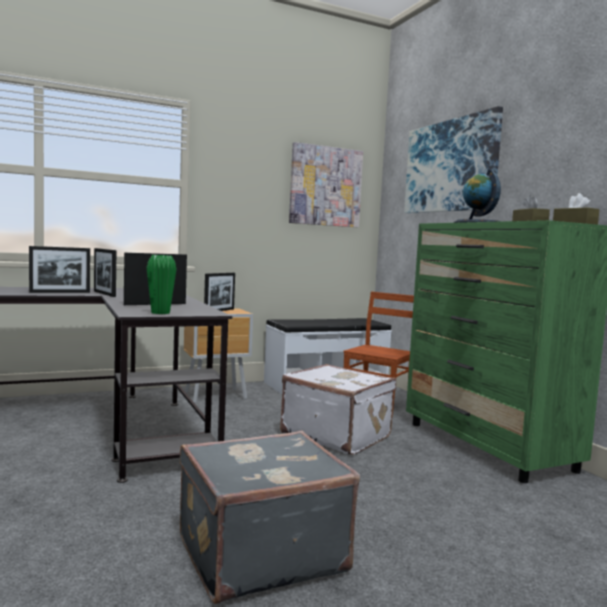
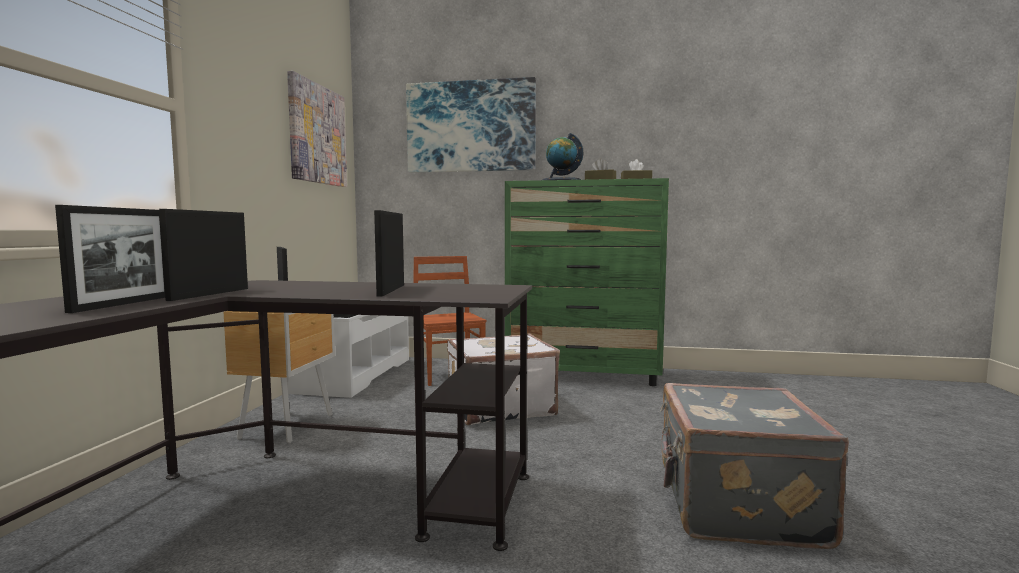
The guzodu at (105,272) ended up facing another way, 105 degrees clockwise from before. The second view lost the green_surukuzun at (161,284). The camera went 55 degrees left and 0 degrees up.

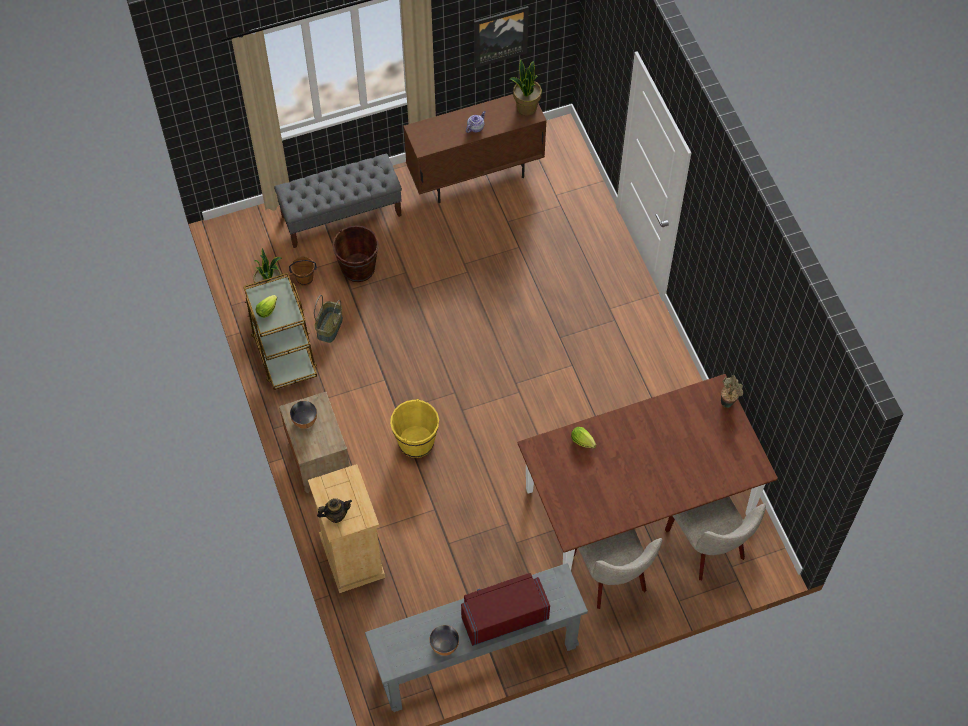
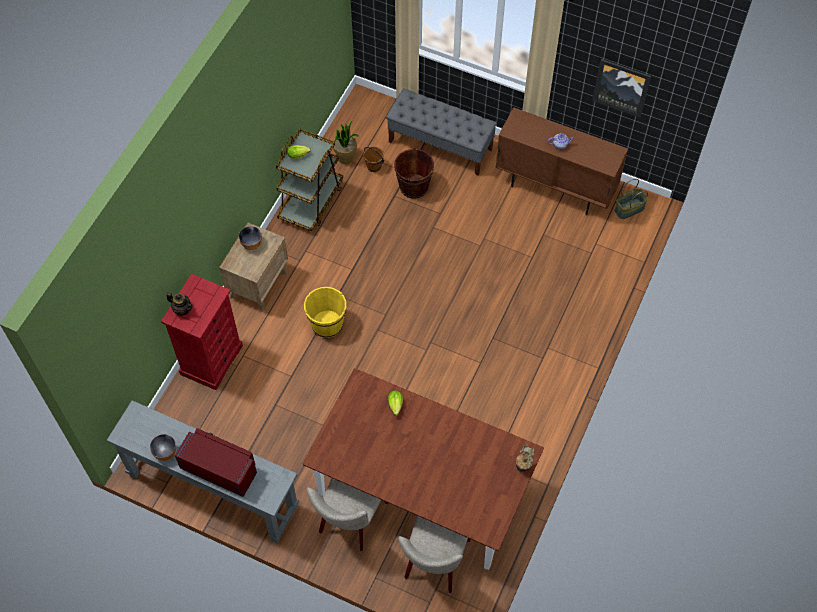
What was the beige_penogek at (346,528) turned into the red_penogek at (202,332). The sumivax ended up elsewhere, having gone from (328,319) to (631,199). The second view lost the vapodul at (526,87). The camera went 45 degrees right and 0 degrees up.

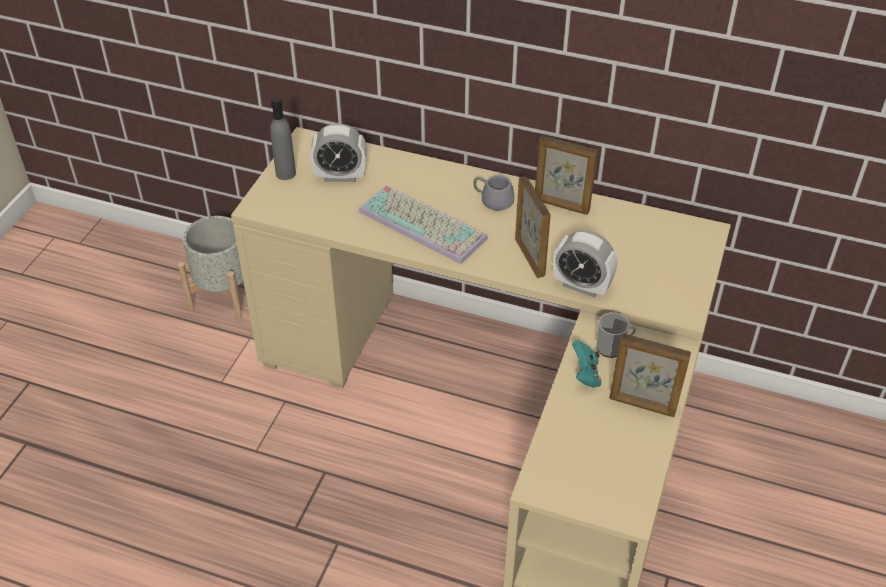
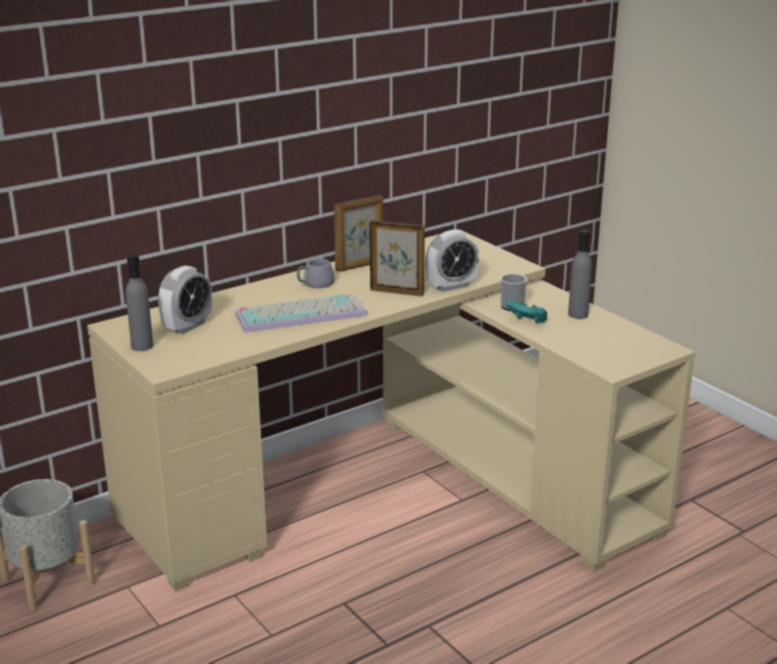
Where the guzodu stood at (650,375), the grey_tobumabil came to stand at (580,274). The camera went 55 degrees left and 20 degrees down.

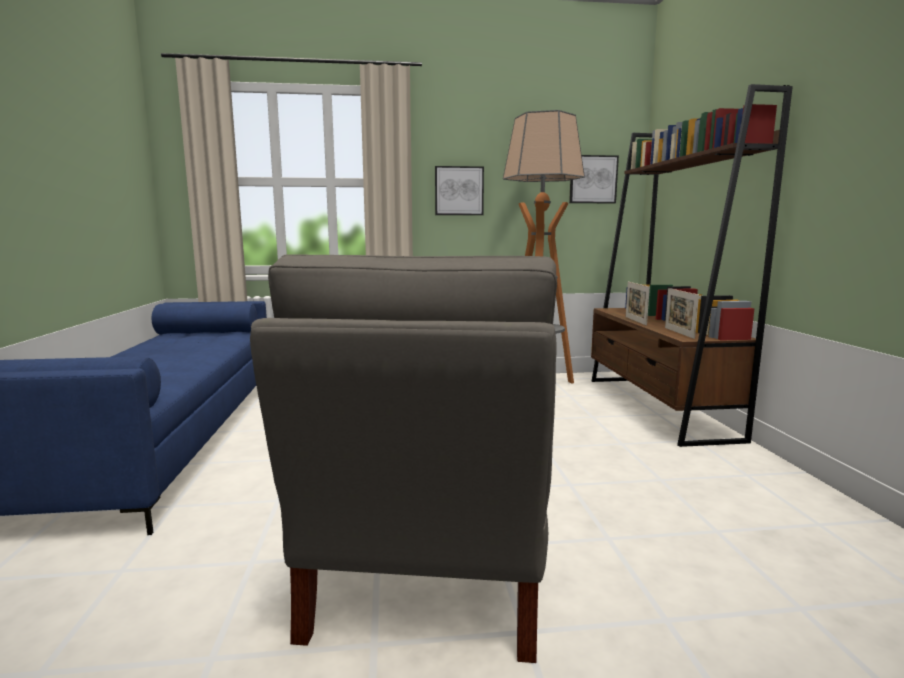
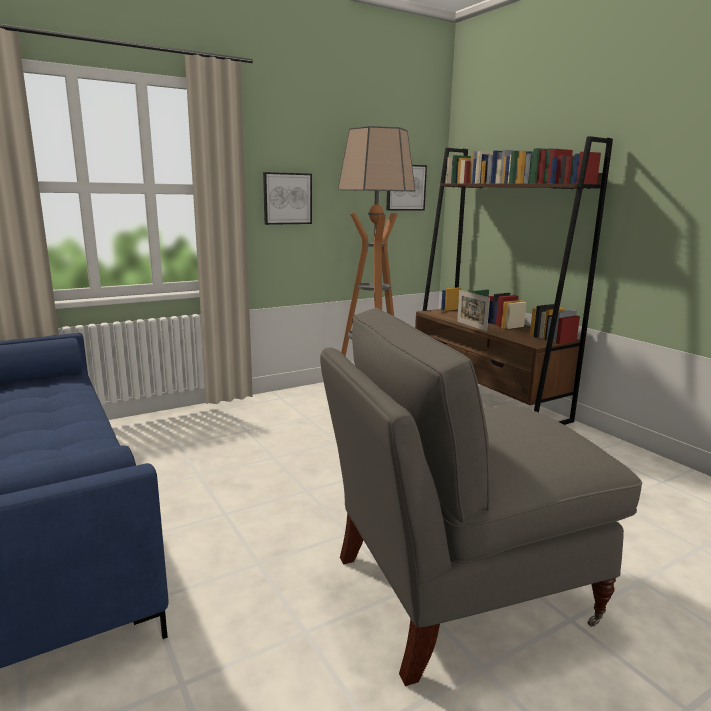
The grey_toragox at (403,458) ended up facing another way, 90 degrees clockwise from before. The second view lost the guzodu at (682,313). The camera went 25 degrees left and 5 degrees up.

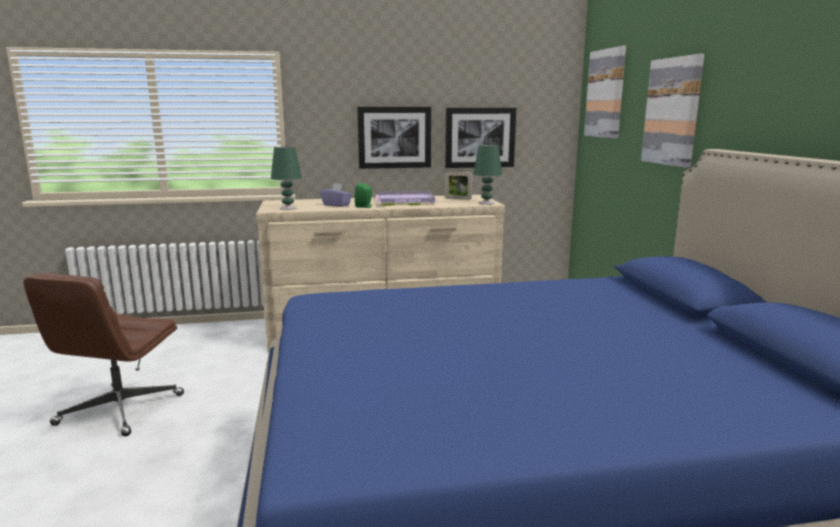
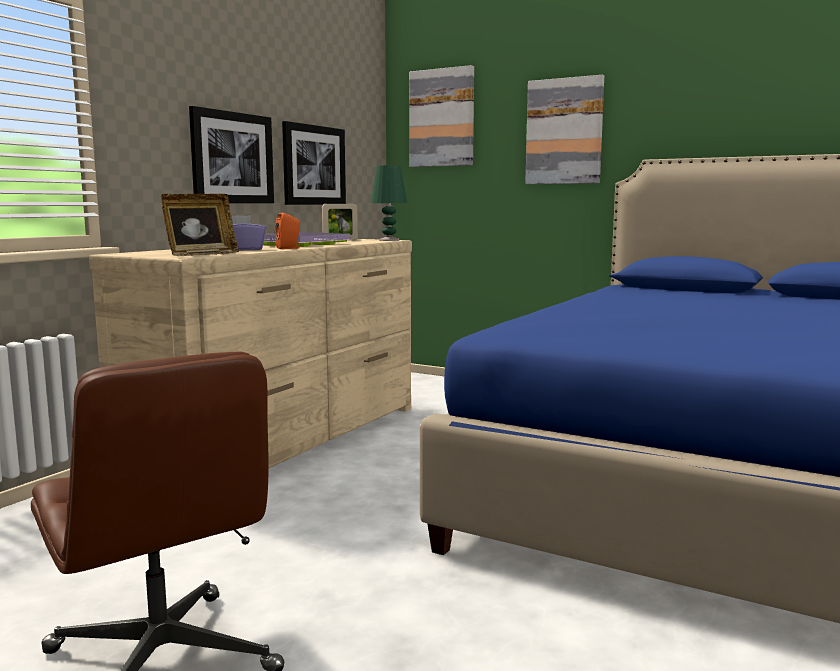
Where the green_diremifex stood at (286,178), the guzodu came to stand at (200,225). What was the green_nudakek at (364,195) turned into the orange_nudakek at (288,231). The camera went 50 degrees left and 5 degrees down.

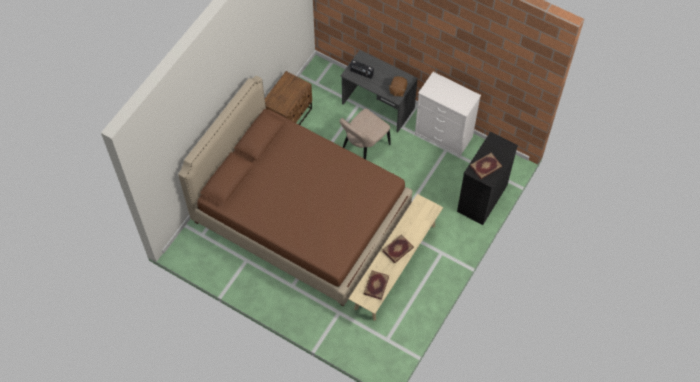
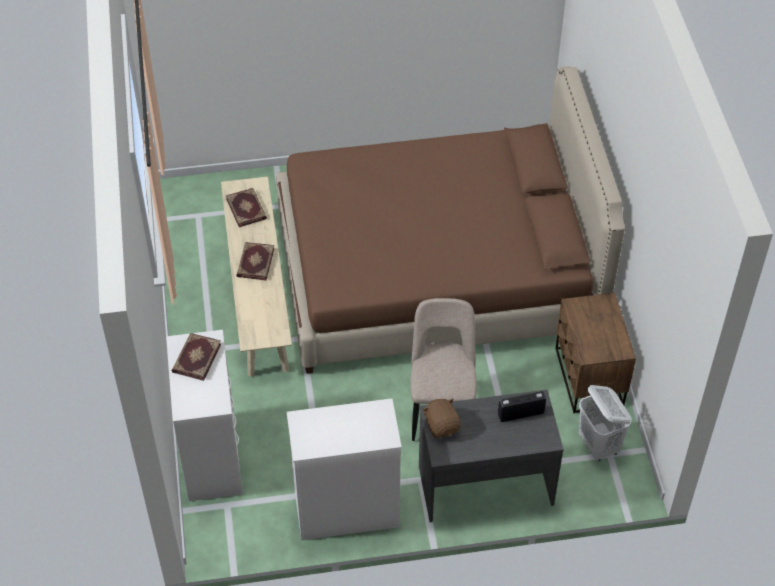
What was the black_penogek at (487,178) turned into the white_penogek at (204,415). The second view gained the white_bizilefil at (605,423). The camera went 140 degrees right and 10 degrees down.

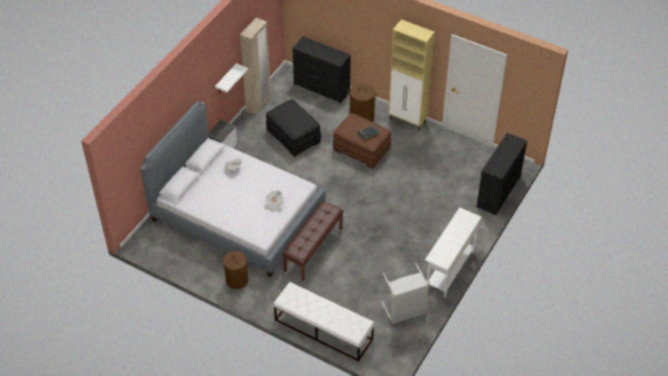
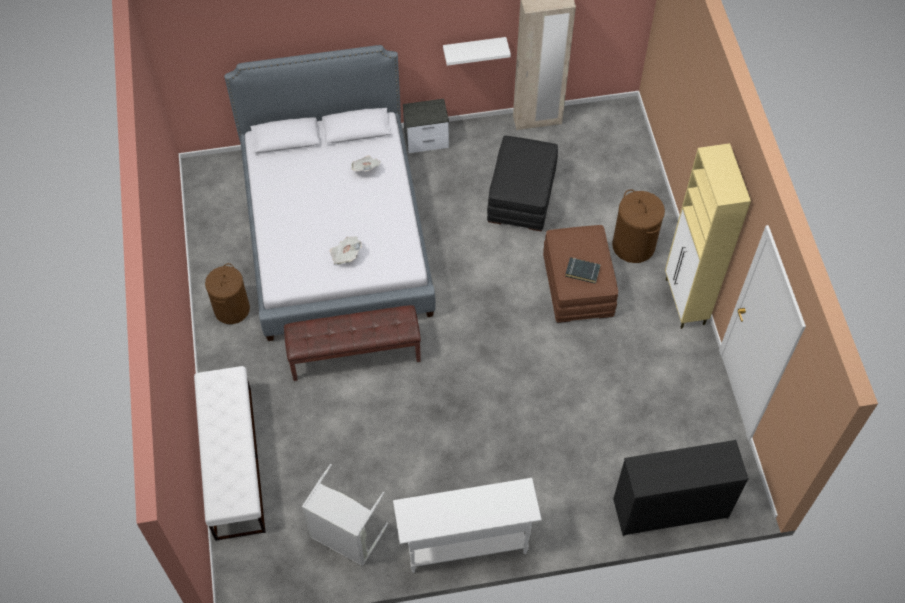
The second view lost the black_penogek at (321,70). The camera went 50 degrees right and 10 degrees up.

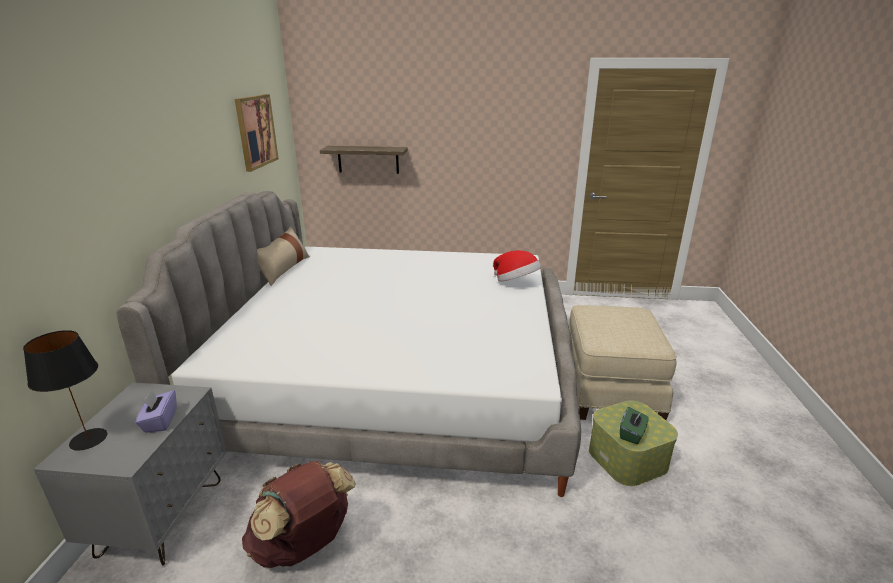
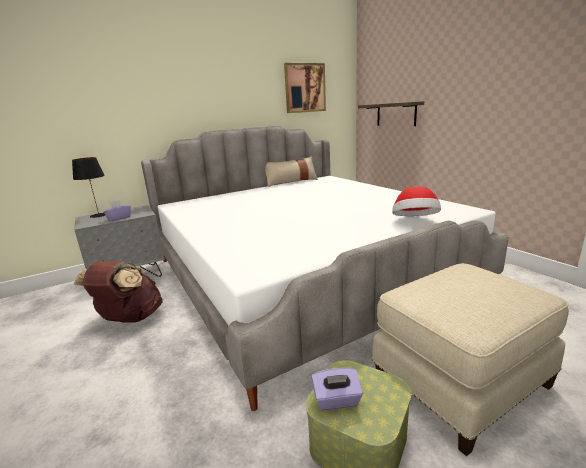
What was the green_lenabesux at (634,425) turned into the purple_lenabesux at (337,389). The camera went 55 degrees right and 5 degrees down.

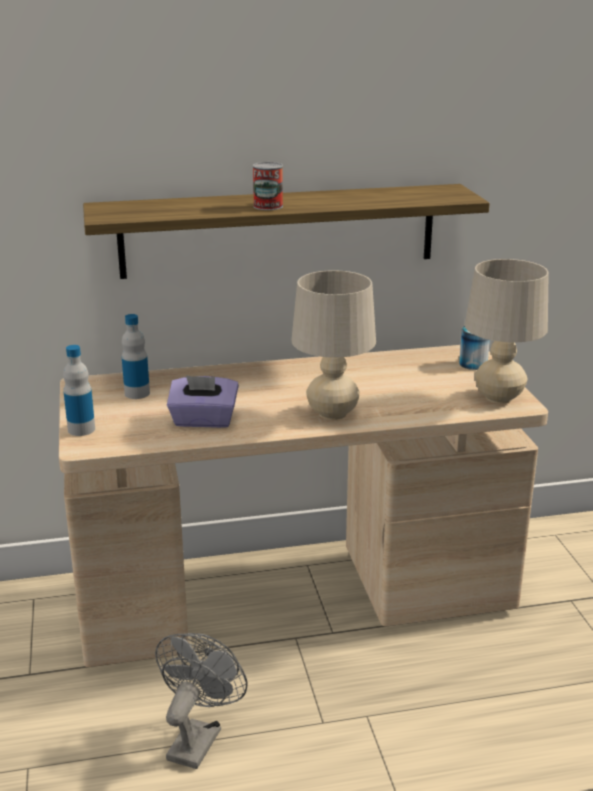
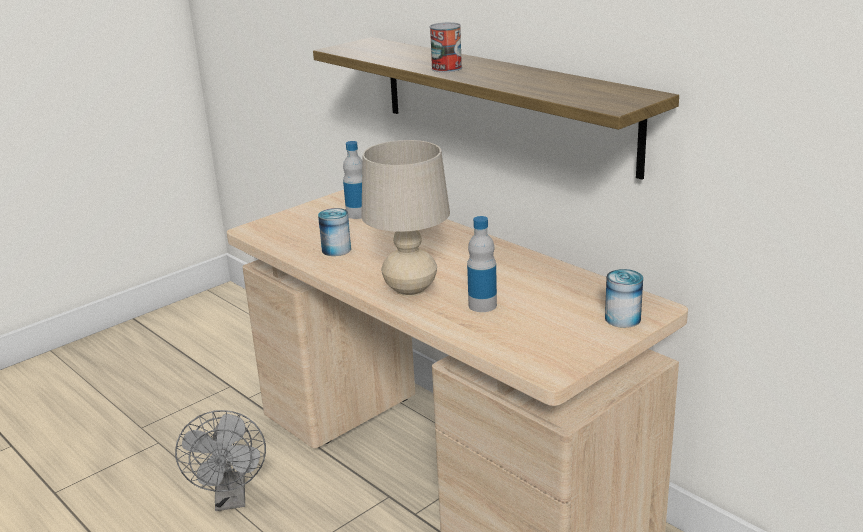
The tobumabil ended up elsewhere, having gone from (79,390) to (482,264). The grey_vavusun at (201,701) ended up facing another way, 90 degrees clockwise from before. Where the purple_lenabesux stood at (203,401), the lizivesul came to stand at (334,232). The second view lost the beige_diremifex at (507,331). The camera went 60 degrees right and 0 degrees up.

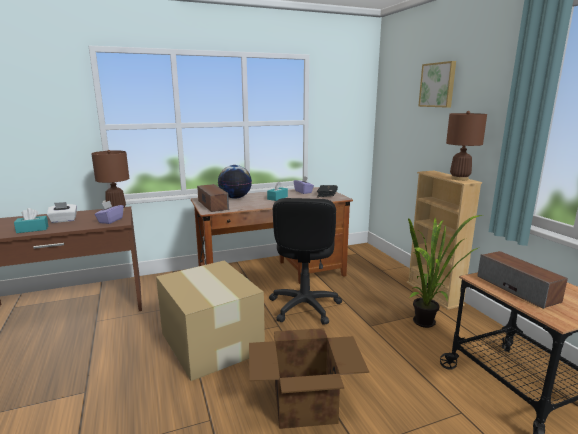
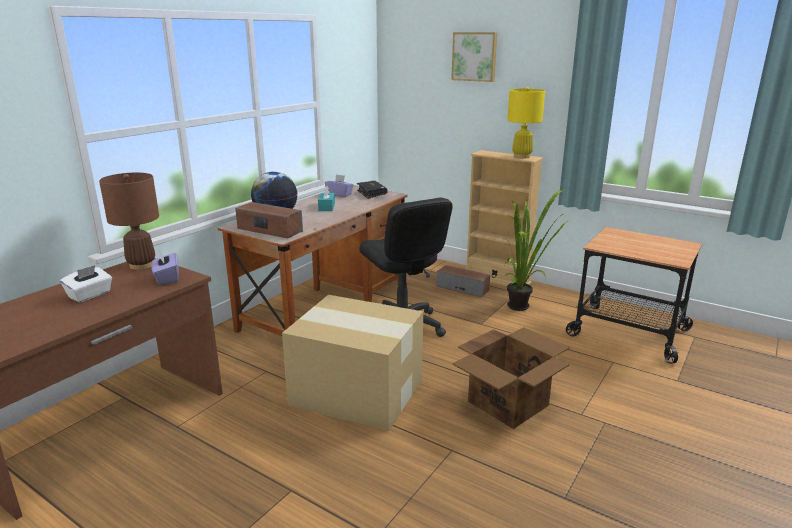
The second view lost the turquoise_lenabesux at (31,220). What was the brown_diremifex at (466,146) turned into the yellow_diremifex at (526,123). The nudakek ended up elsewhere, having gone from (522,280) to (463,281). The camera went 35 degrees left and 5 degrees up.

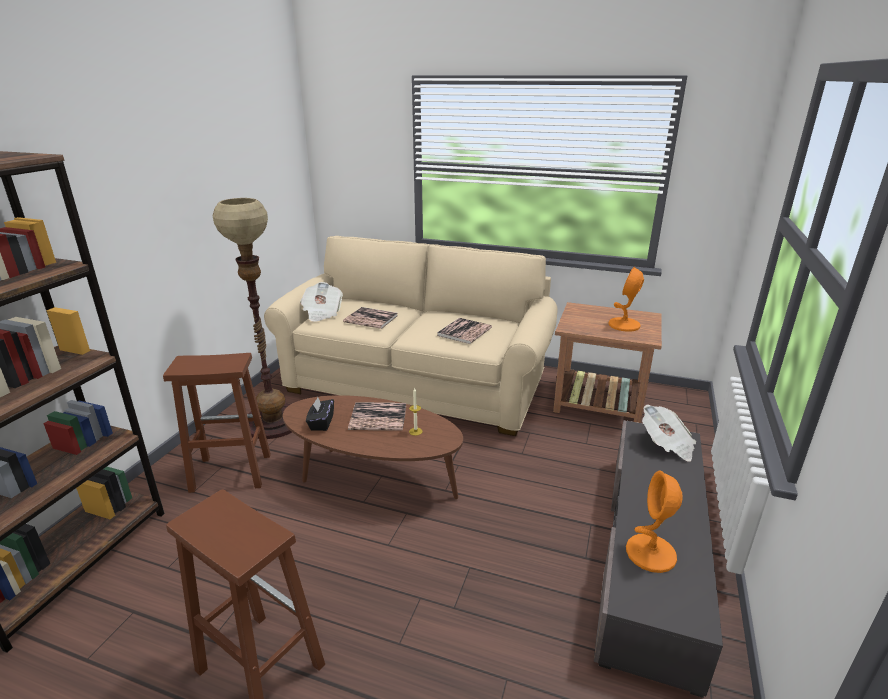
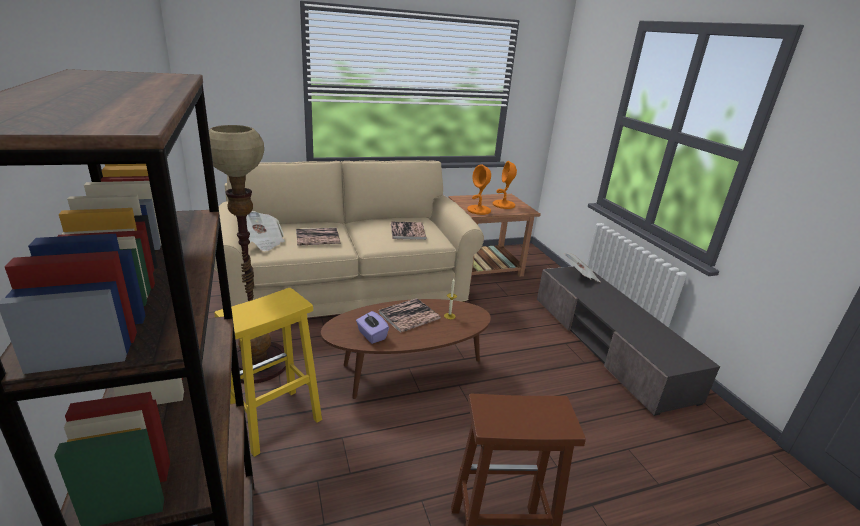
What was the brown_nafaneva at (217,423) turned into the yellow_nafaneva at (268,372). What was the black_lenabesux at (320,414) turned into the purple_lenabesux at (372,327). The orange_diremifex ended up elsewhere, having gone from (654,522) to (479,189). The camera went 40 degrees left and 0 degrees up.

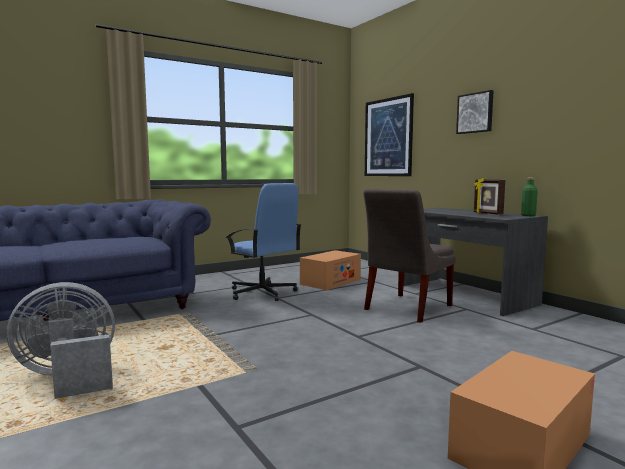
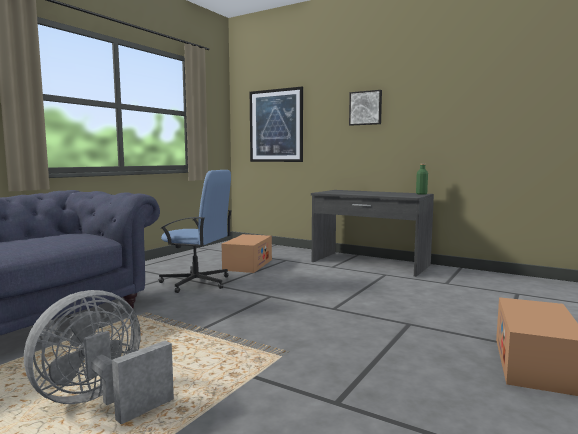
The second view lost the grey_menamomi at (409,256). The second view lost the guzodu at (489,196). The camera went 25 degrees left and 0 degrees up.

